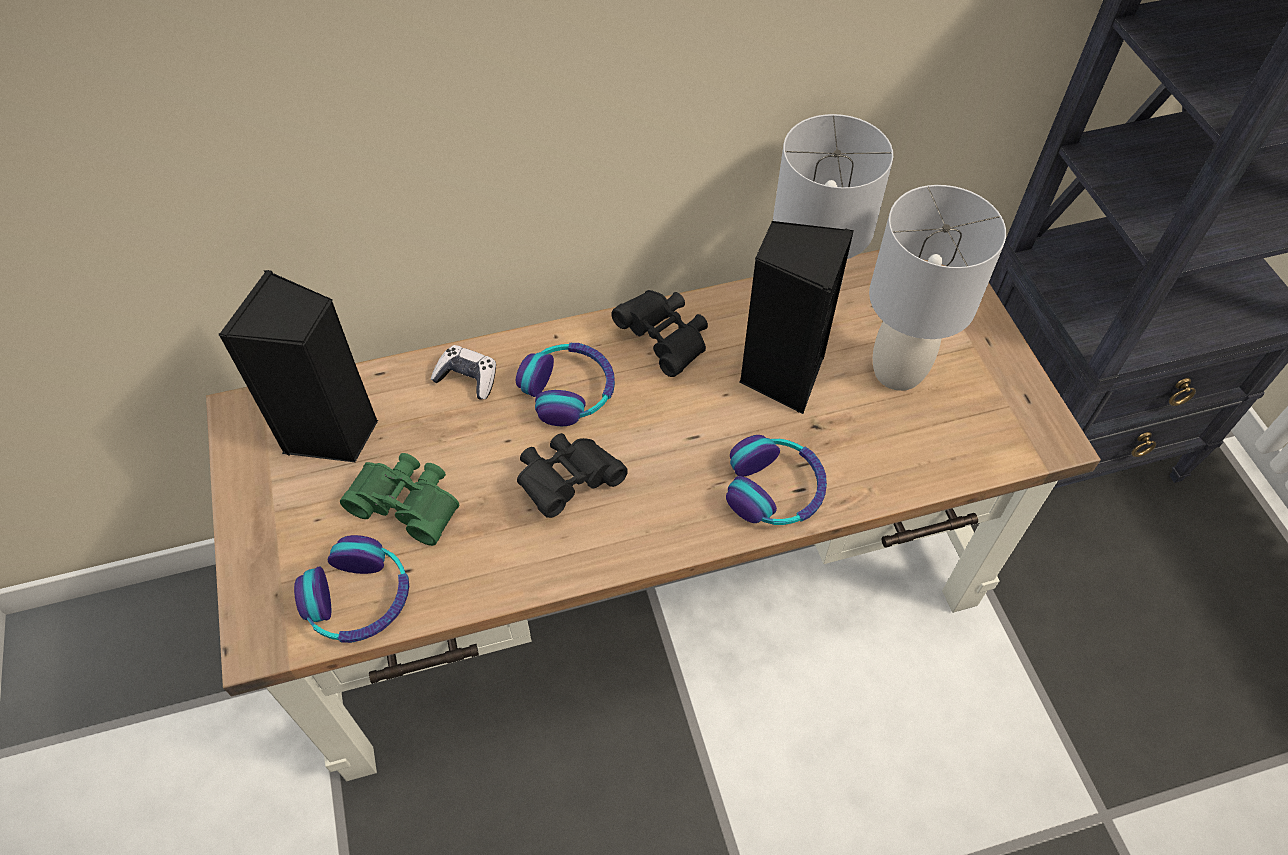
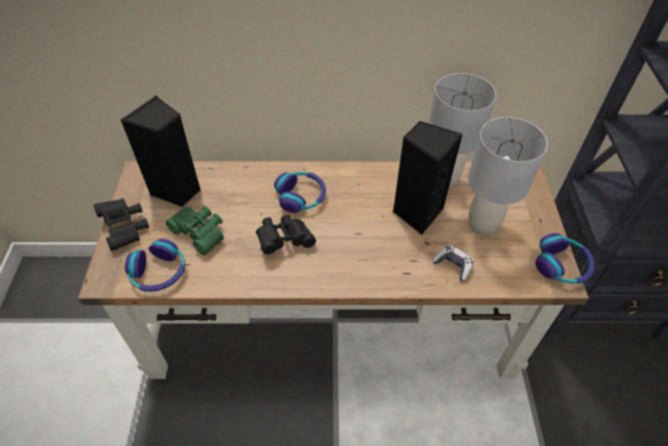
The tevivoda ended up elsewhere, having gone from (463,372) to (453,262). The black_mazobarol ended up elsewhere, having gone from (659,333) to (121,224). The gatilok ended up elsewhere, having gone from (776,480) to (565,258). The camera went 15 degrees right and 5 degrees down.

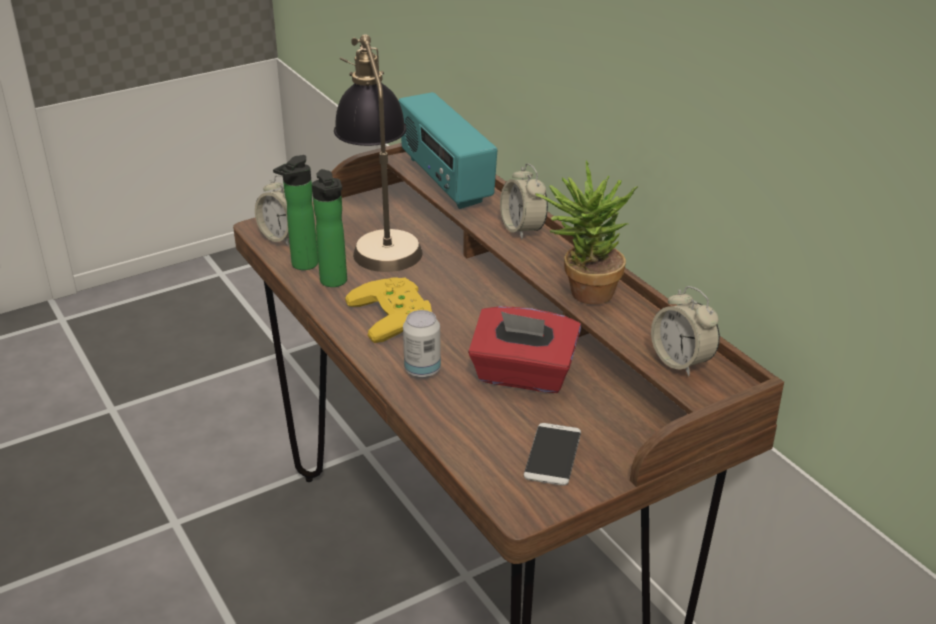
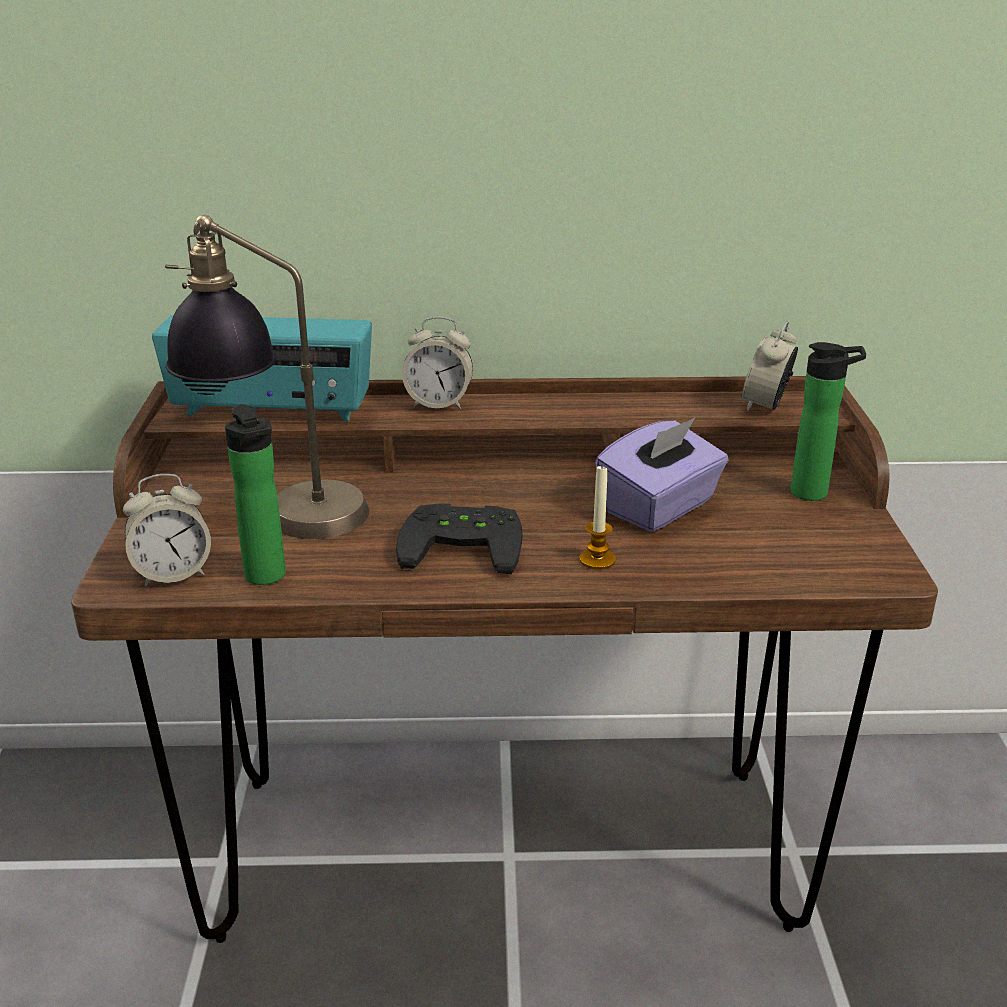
The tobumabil ended up elsewhere, having gone from (329,228) to (828,421). What was the yellow_tevivoda at (388,310) turned into the black_tevivoda at (459,539). Where the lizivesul stood at (422,344), the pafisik came to stand at (598,518). What was the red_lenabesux at (524,349) turned into the purple_lenabesux at (662,475). The second view lost the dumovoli at (552,454). The second view lost the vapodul at (586,232). The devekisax at (685,331) ended up facing another way, 120 degrees clockwise from before. The camera went 60 degrees left and 5 degrees down.

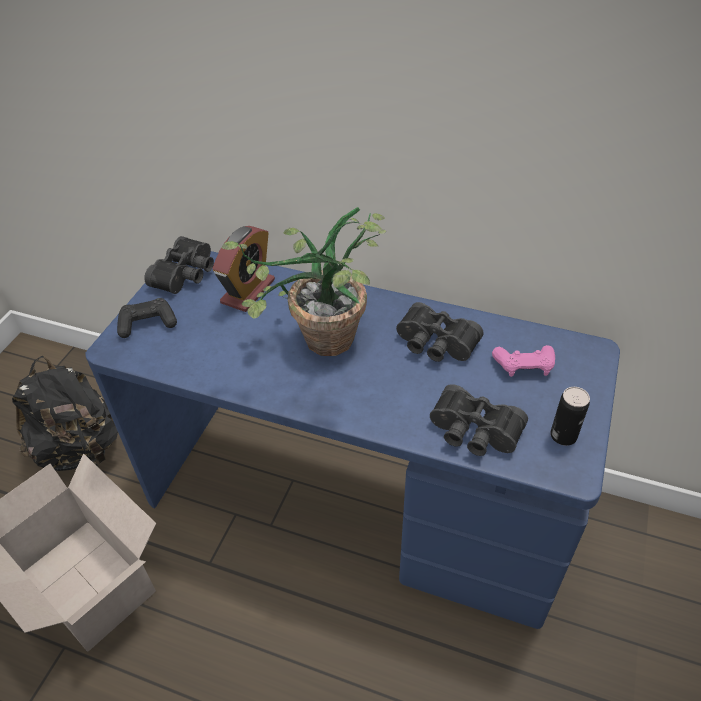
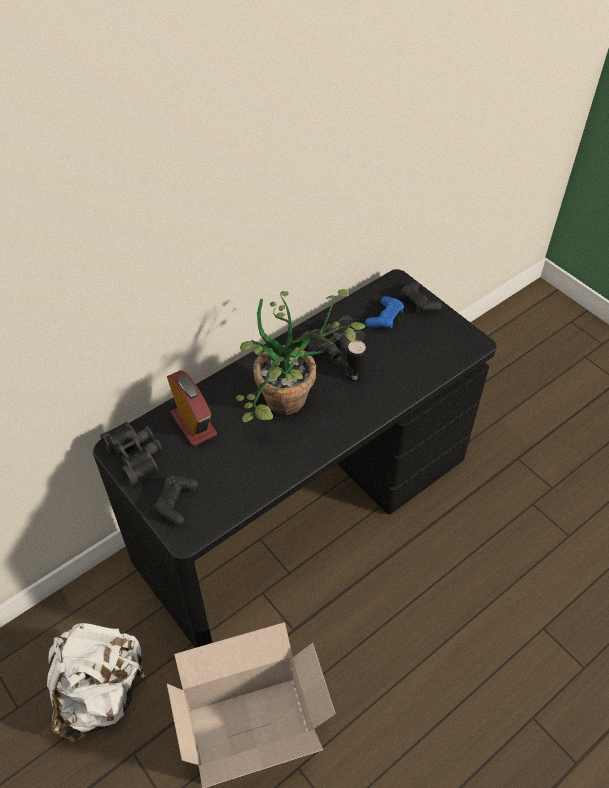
What was the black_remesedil at (65,413) turned into the white_remesedil at (97,682). What was the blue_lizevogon at (352,440) turned into the black_lizevogon at (294,458). The second view lost the black_mazobarol at (479,420). What was the pink_tevivoda at (523,361) turned into the blue_tevivoda at (384,312). The lizivesul ended up elsewhere, having gone from (570,416) to (356,361). The second view gained the black_tevivoda at (421,297). The camera went 60 degrees left and 5 degrees up.

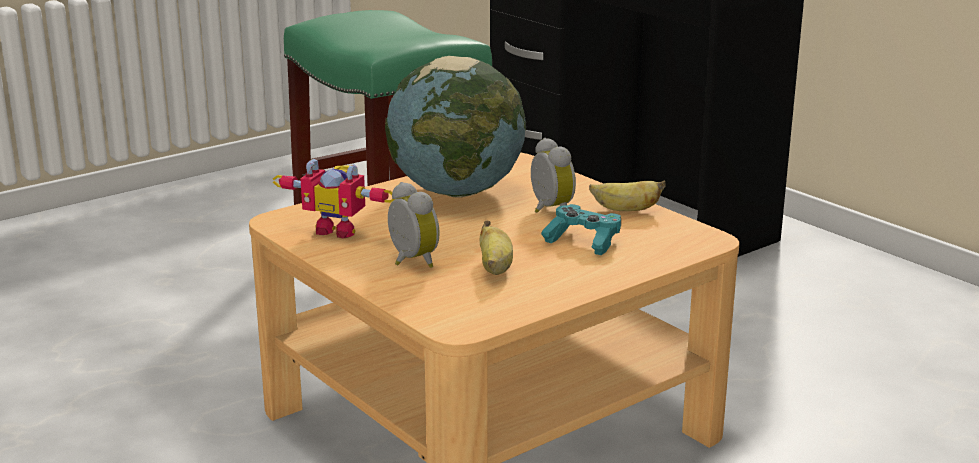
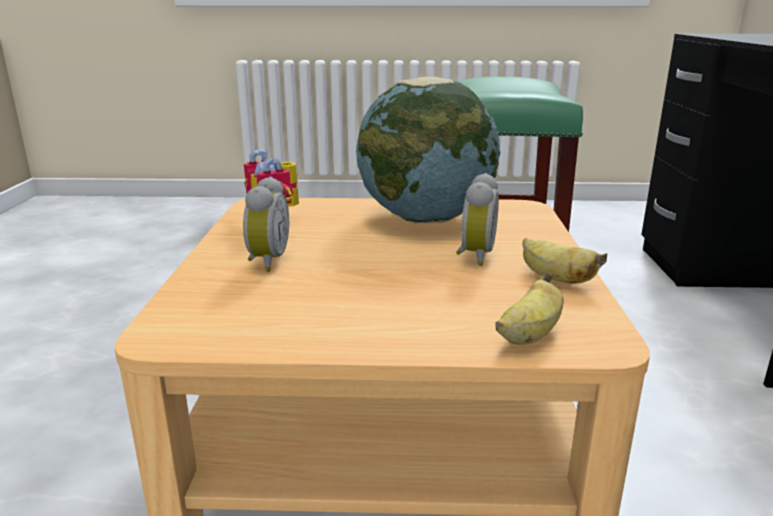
The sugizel ended up elsewhere, having gone from (496,247) to (529,309). The second view lost the turquoise_tevivoda at (581,229). The camera went 40 degrees right and 0 degrees up.

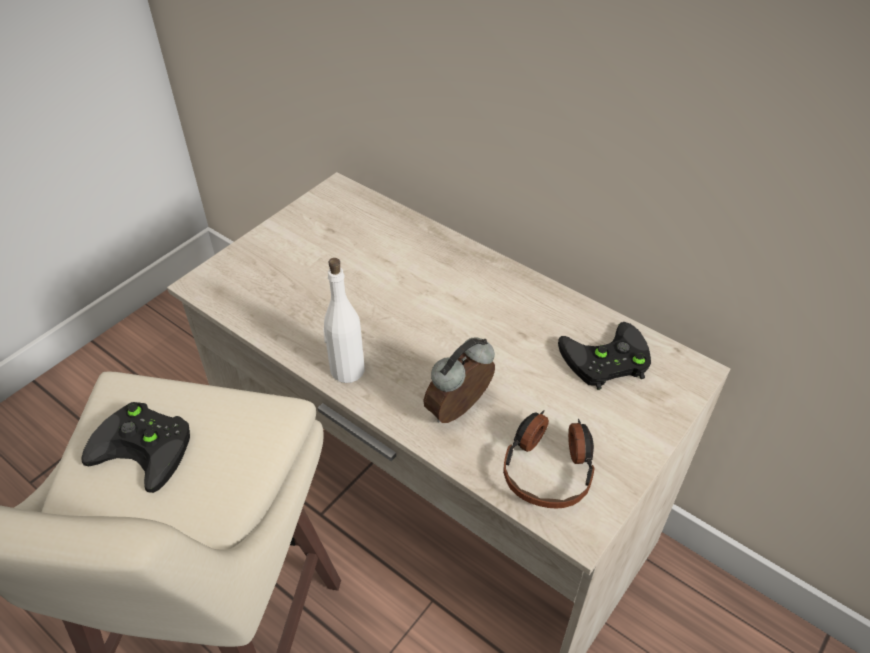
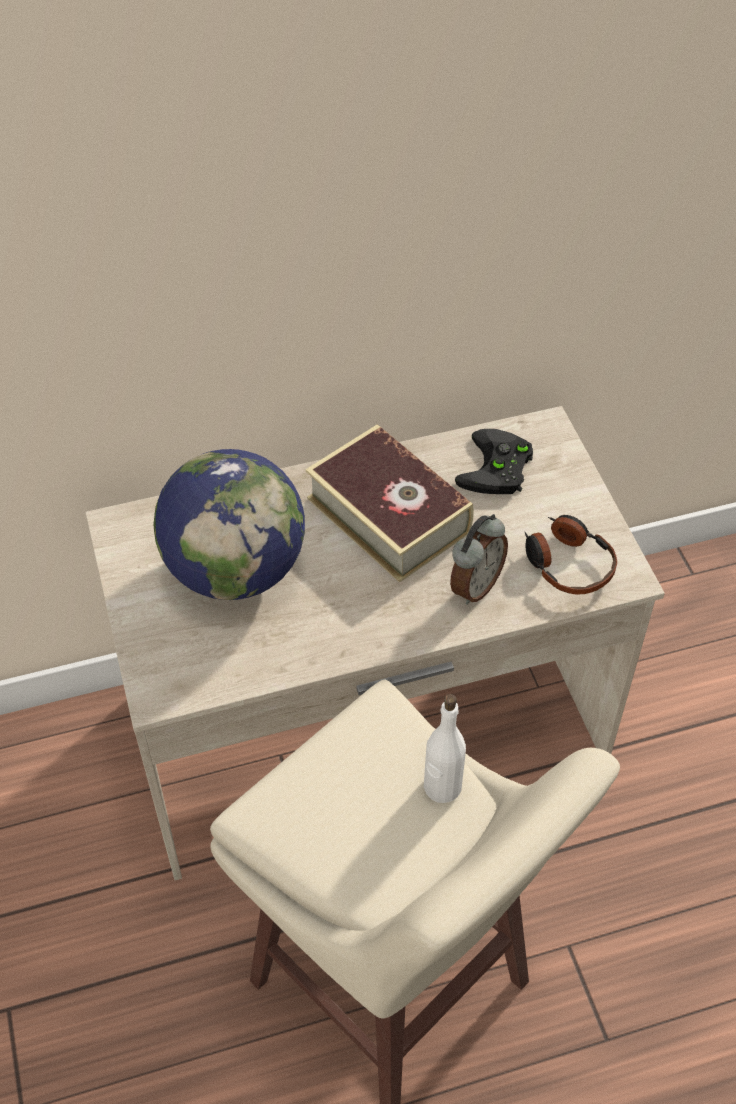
The second view lost the black_tevivoda at (135,447). The white_tobumabil ended up elsewhere, having gone from (344,320) to (445,748). The devekisax at (459,380) ended up facing another way, 135 degrees counterclockwise from before. The second view gained the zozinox at (229,524). The second view gained the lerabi at (390,503). The camera went 55 degrees left and 5 degrees up.

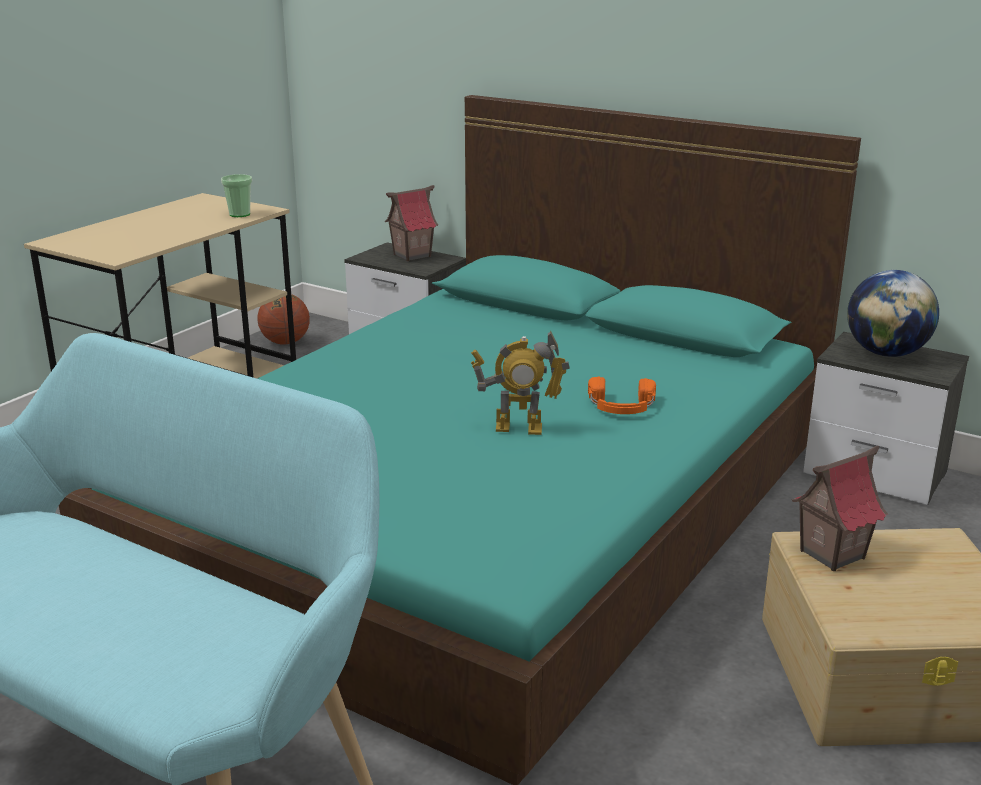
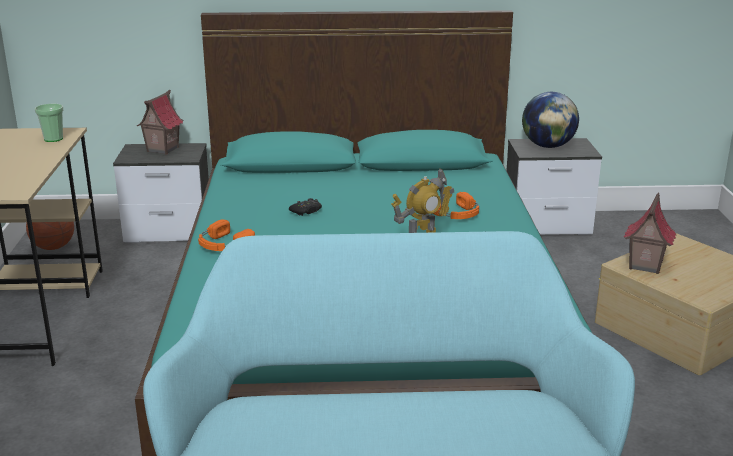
The second view gained the orange_gatilok at (226,235). The second view gained the black_tevivoda at (305,207). The camera went 35 degrees left and 0 degrees up.

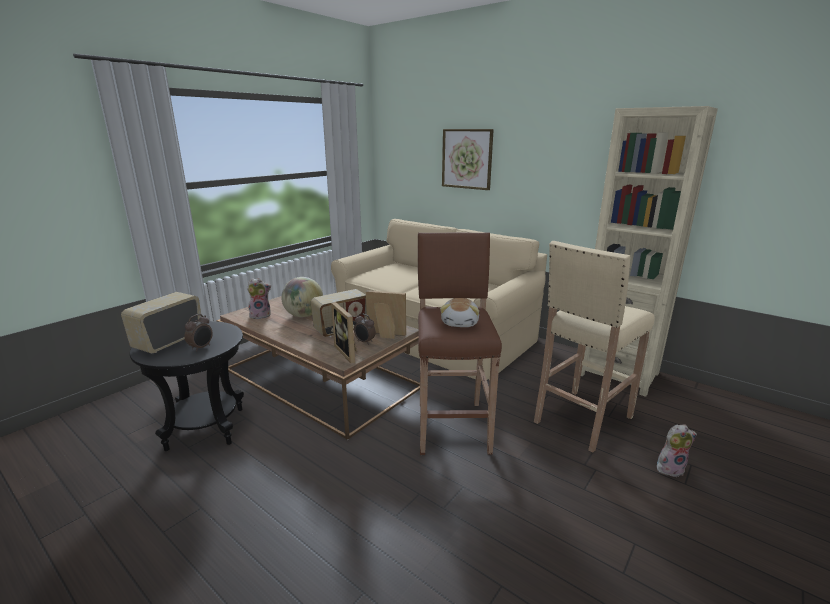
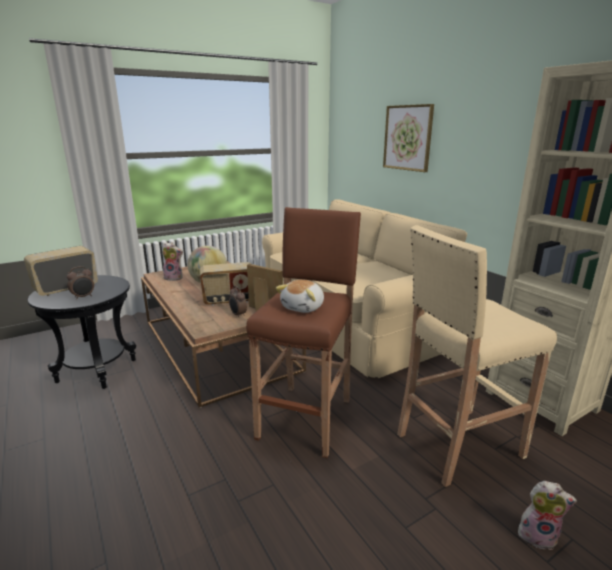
The second view lost the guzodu at (344,332). The camera went 20 degrees right and 0 degrees up.

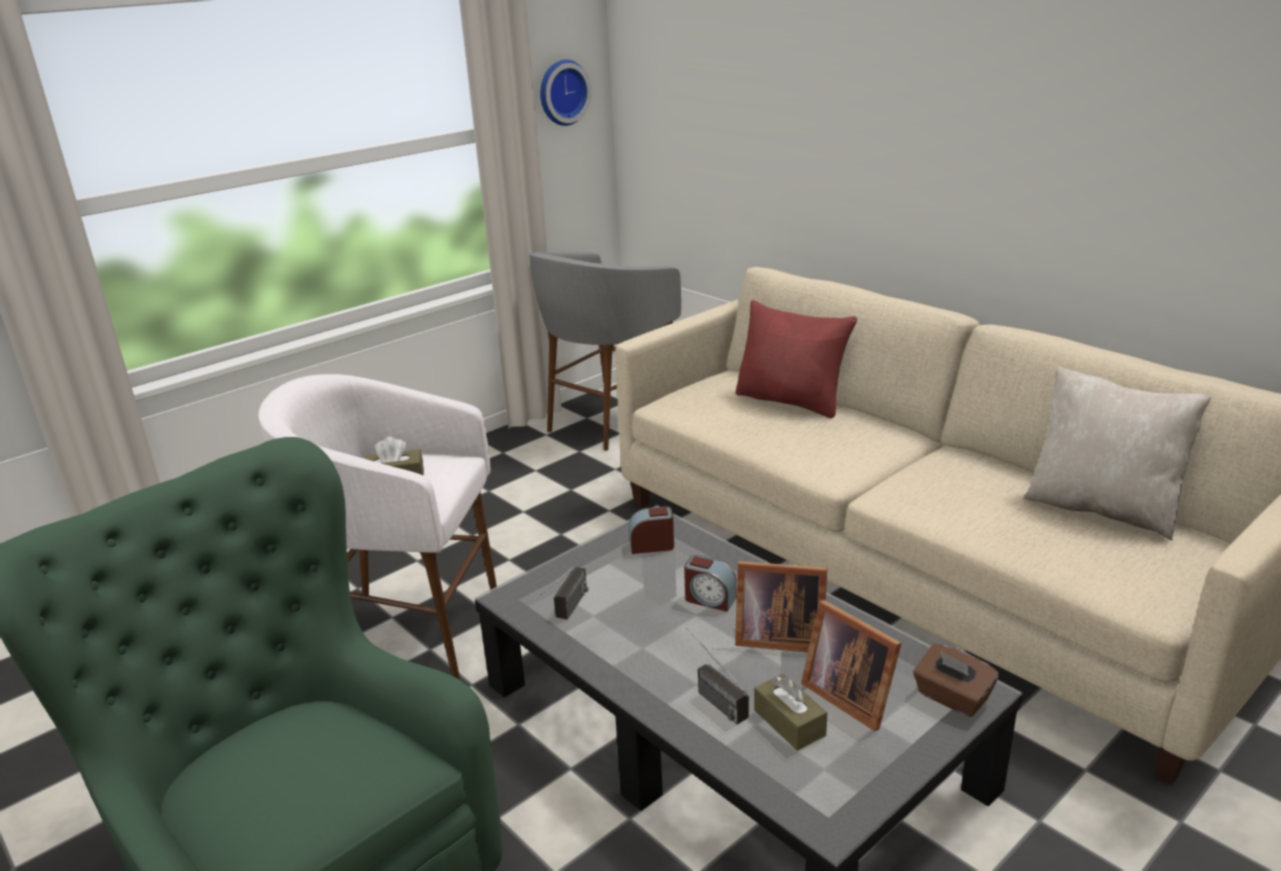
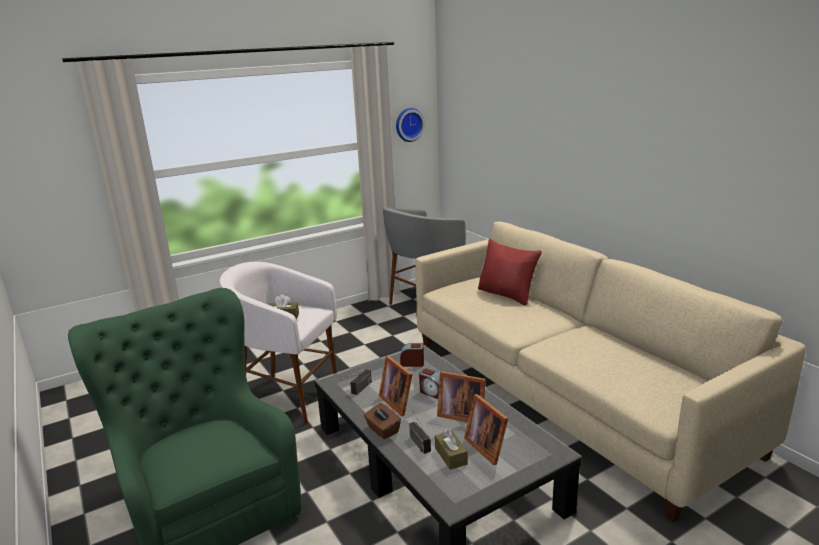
The brown_lenabesux ended up elsewhere, having gone from (956,680) to (382,421). The second view lost the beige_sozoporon at (1117,453). The second view gained the guzodu at (396,386). The camera went 10 degrees right and 5 degrees down.

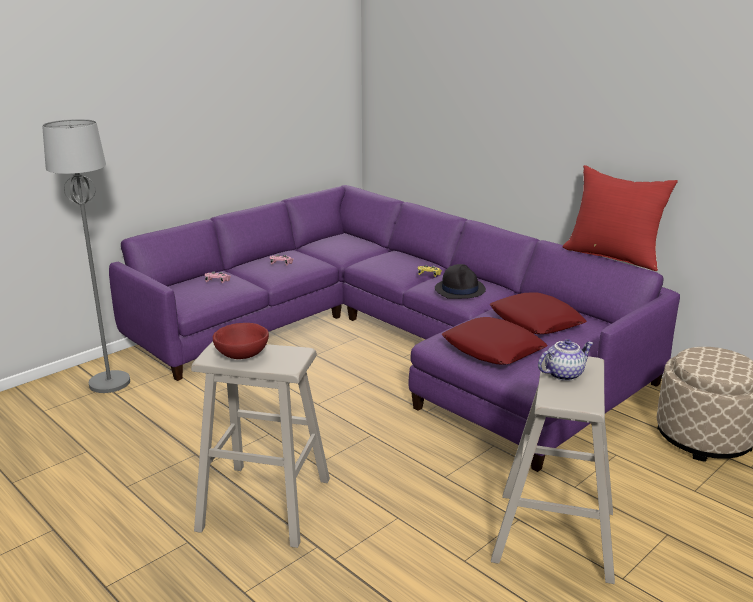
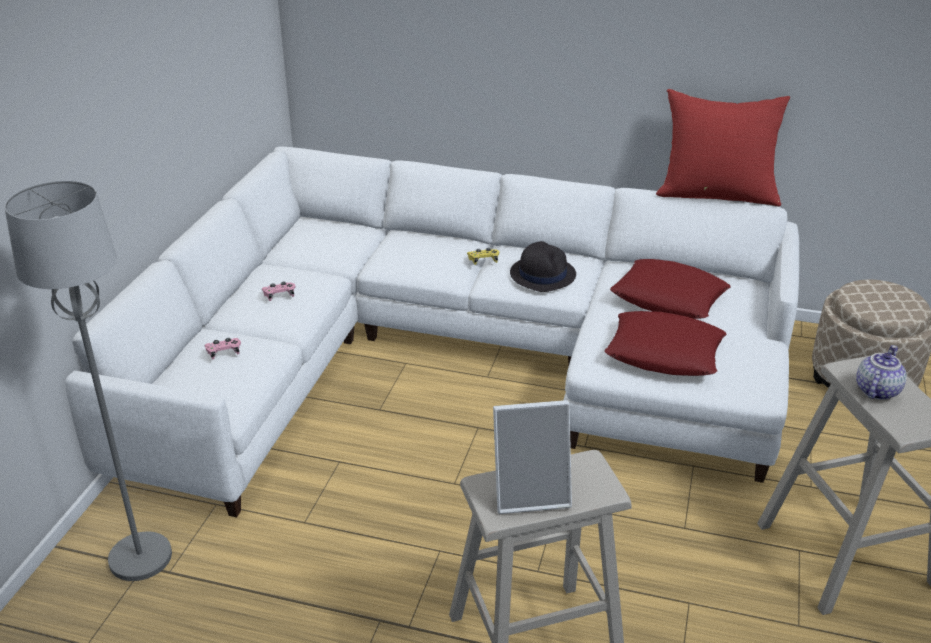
What was the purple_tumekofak at (394,328) turned into the white_tumekofak at (432,332). Where the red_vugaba stood at (241,341), the guzodu came to stand at (532,457). The camera went 30 degrees left and 10 degrees up.

